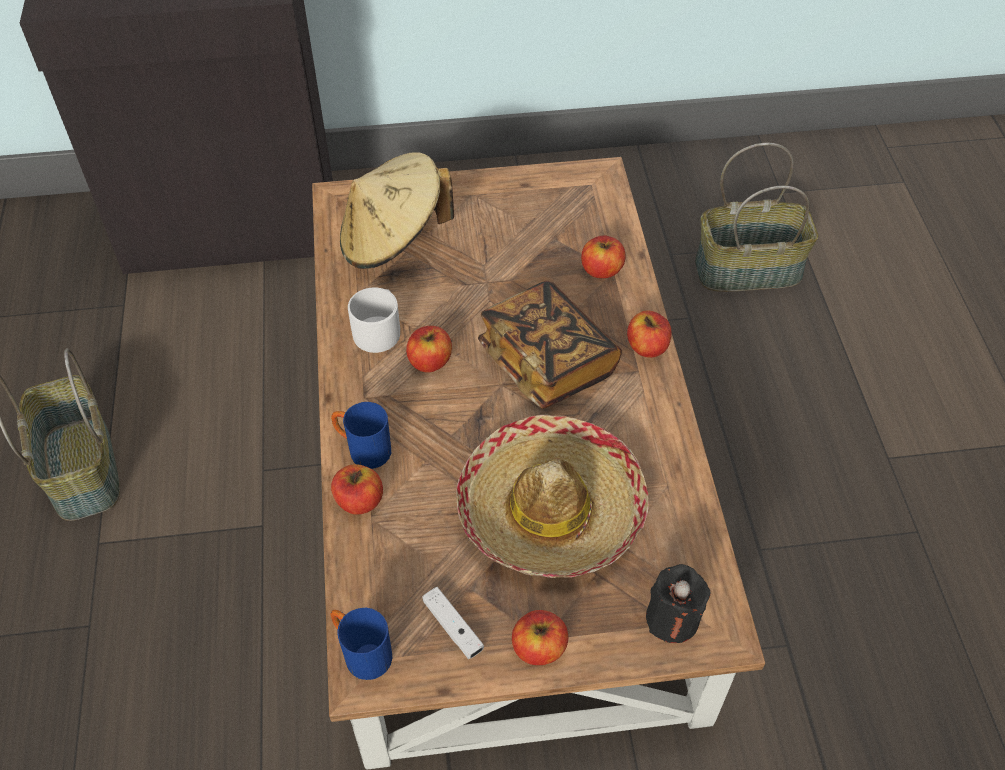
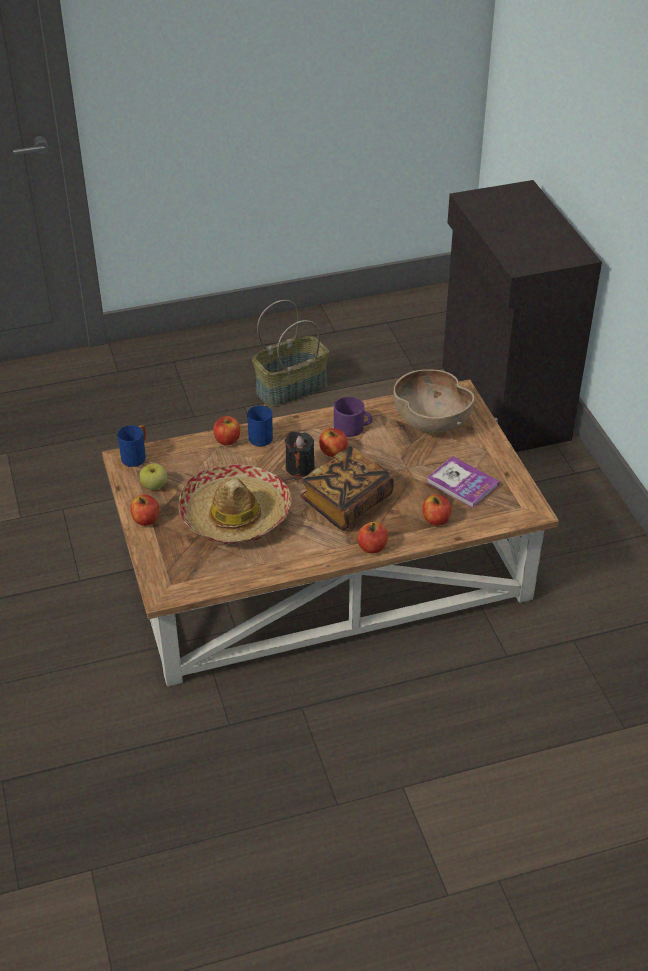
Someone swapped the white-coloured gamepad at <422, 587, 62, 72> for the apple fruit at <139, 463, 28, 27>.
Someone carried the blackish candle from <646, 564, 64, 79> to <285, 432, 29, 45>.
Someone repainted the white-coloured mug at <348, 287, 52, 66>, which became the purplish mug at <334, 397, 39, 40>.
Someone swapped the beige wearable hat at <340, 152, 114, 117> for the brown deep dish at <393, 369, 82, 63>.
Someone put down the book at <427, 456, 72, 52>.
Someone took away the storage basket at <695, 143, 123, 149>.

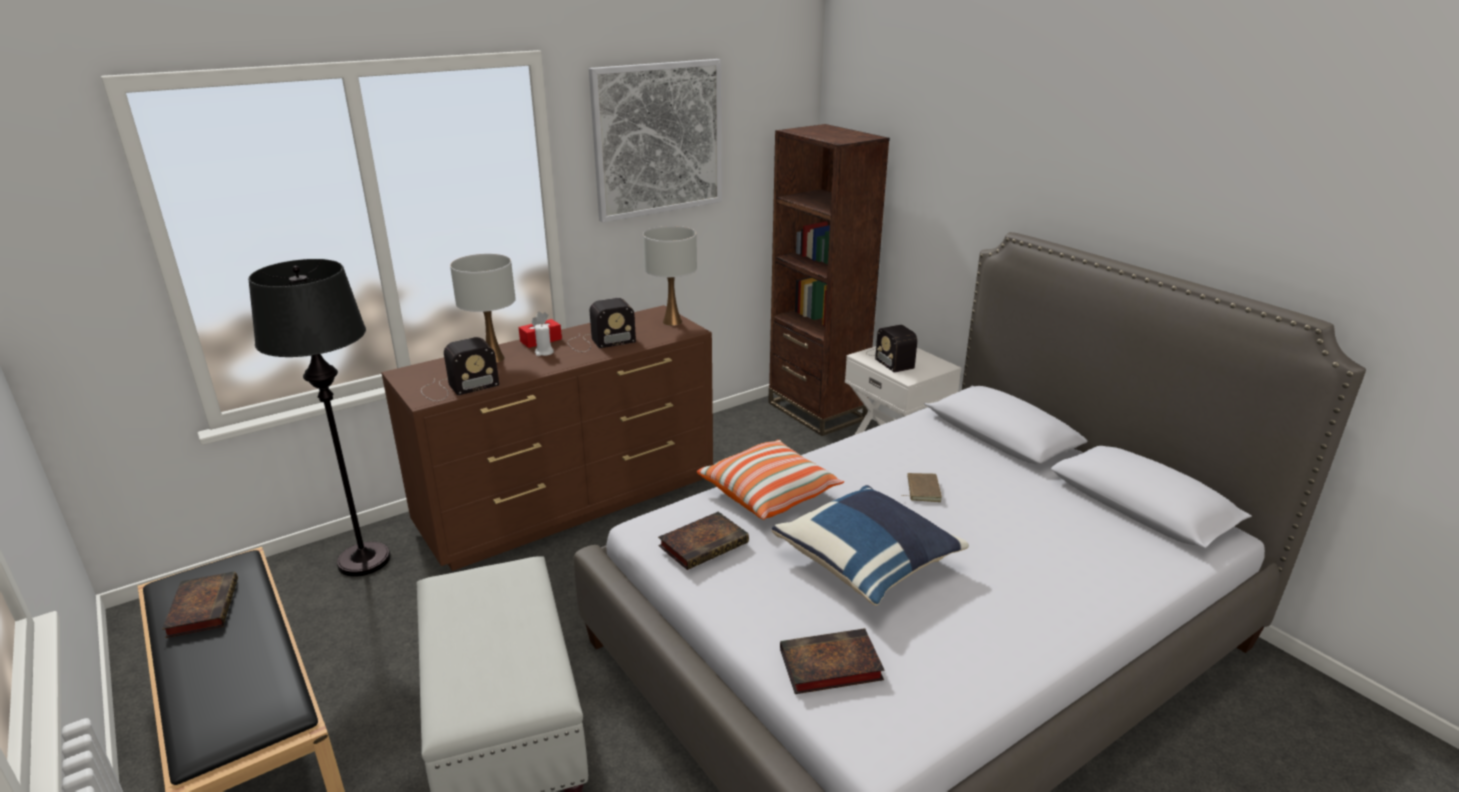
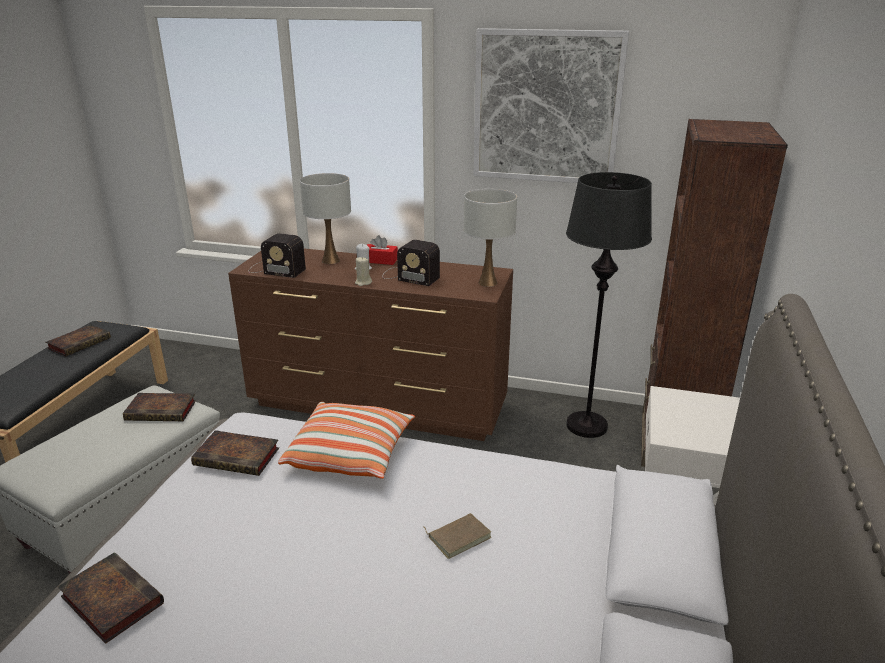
Someone put down the book at <123, 393, 73, 28>.
Someone put down the beige candle at <355, 257, 17, 29>.
Someone carried the blackish standing lamp from <248, 259, 143, 318> to <566, 172, 86, 266>.
Someone took away the bluish throw pillow at <772, 485, 197, 121>.
Someone took away the radio receiver at <866, 325, 51, 48>.

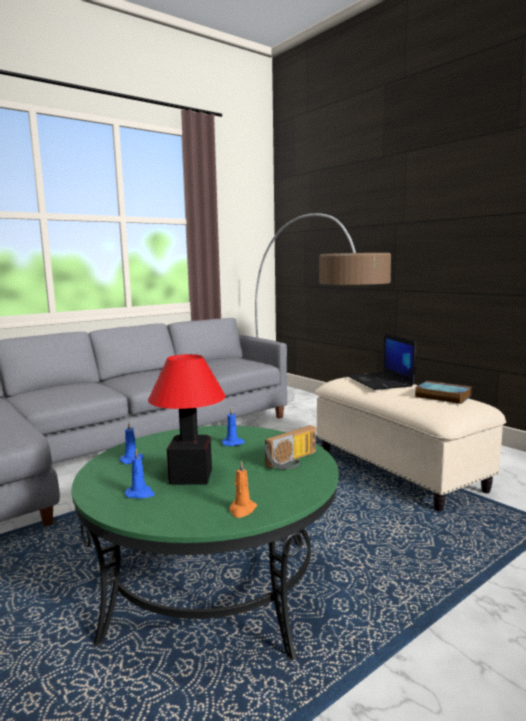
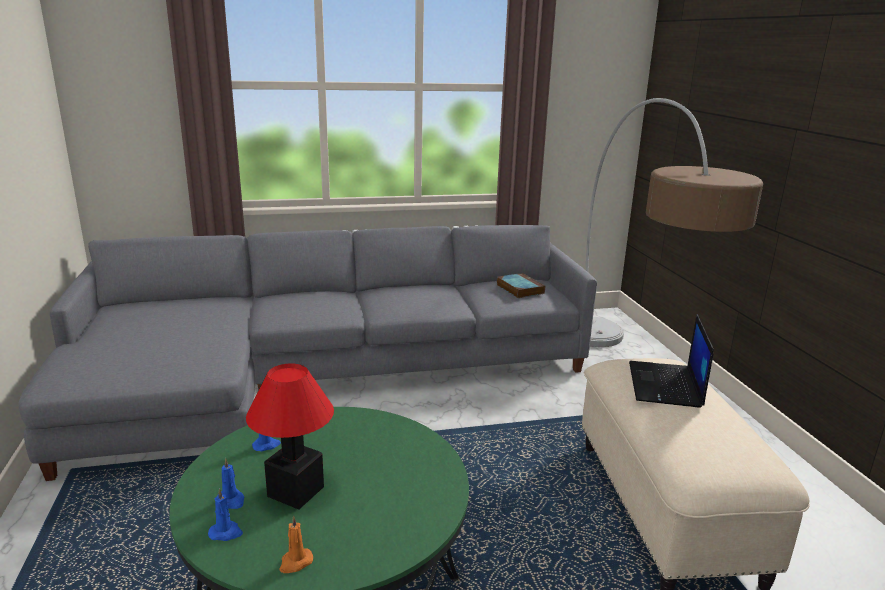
Someone carried the bluish candle from <221, 407, 24, 39> to <208, 488, 35, 53>.
Someone carried the book from <415, 381, 57, 23> to <497, 273, 48, 25>.
Someone took away the radio receiver at <265, 425, 51, 44>.

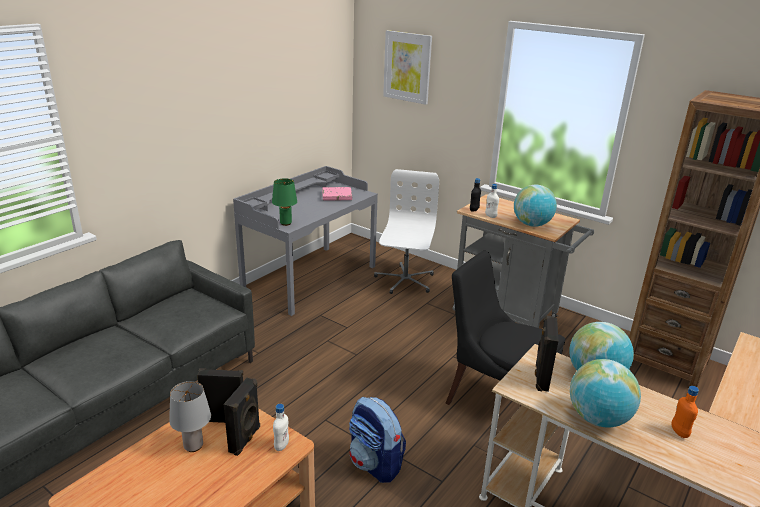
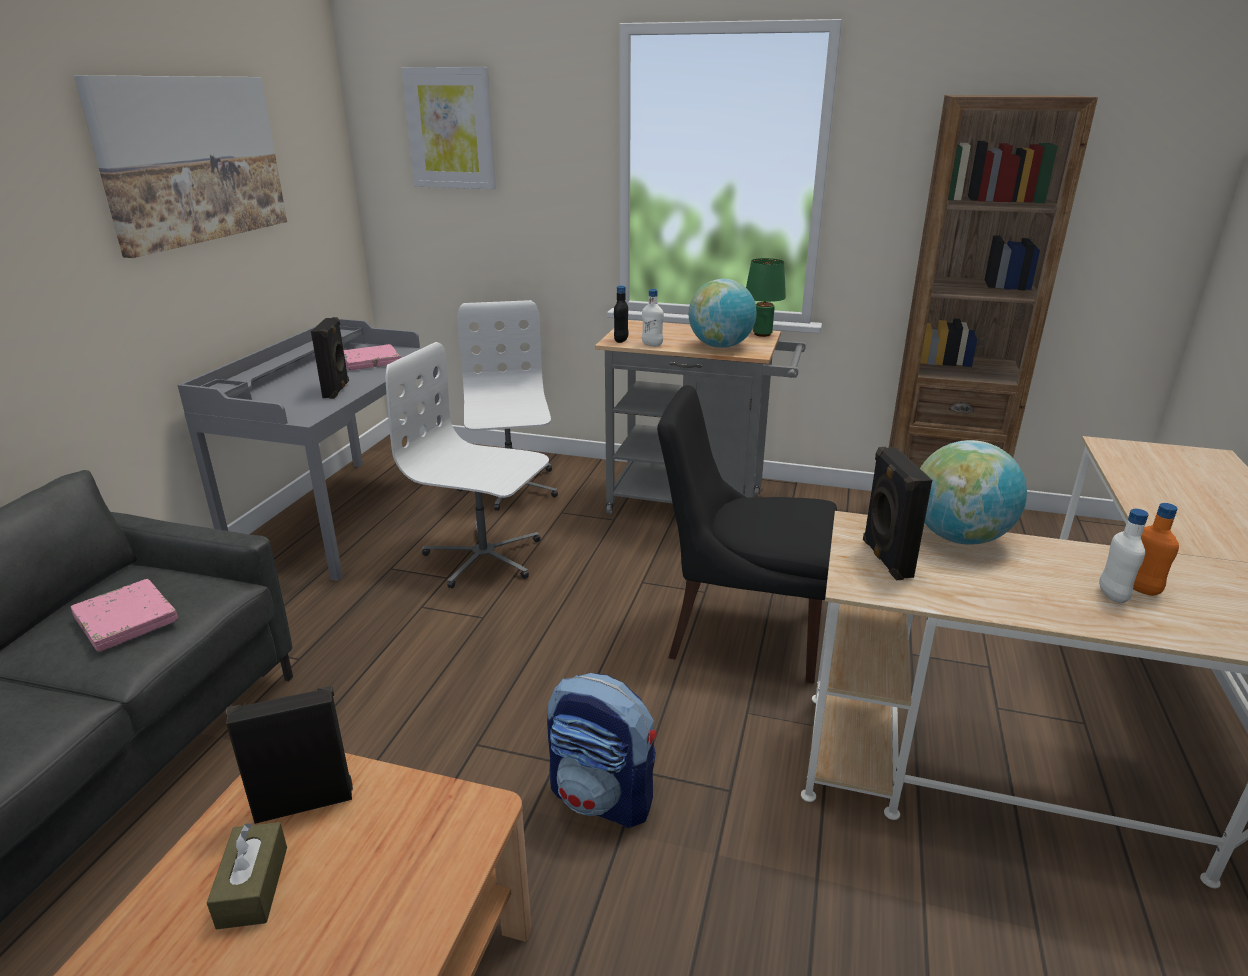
Someone put down the pink-coloured book at <70, 579, 108, 73>.
Someone put up the wall picture at <74, 75, 213, 183>.
Someone swapped the greyish table lamp at <169, 381, 42, 71> for the brown box of tissues at <207, 822, 80, 108>.
Someone carried the blackish audio speaker from <224, 378, 36, 78> to <311, 317, 38, 82>.
Someone put down the white-coloured office chair at <386, 342, 163, 246>.
Someone carried the green table lamp from <272, 178, 25, 48> to <746, 258, 40, 79>.
Someone carried the white-coloured bottle from <273, 404, 16, 47> to <1099, 509, 50, 94>.
Someone took away the desk globe at <570, 359, 71, 69>.

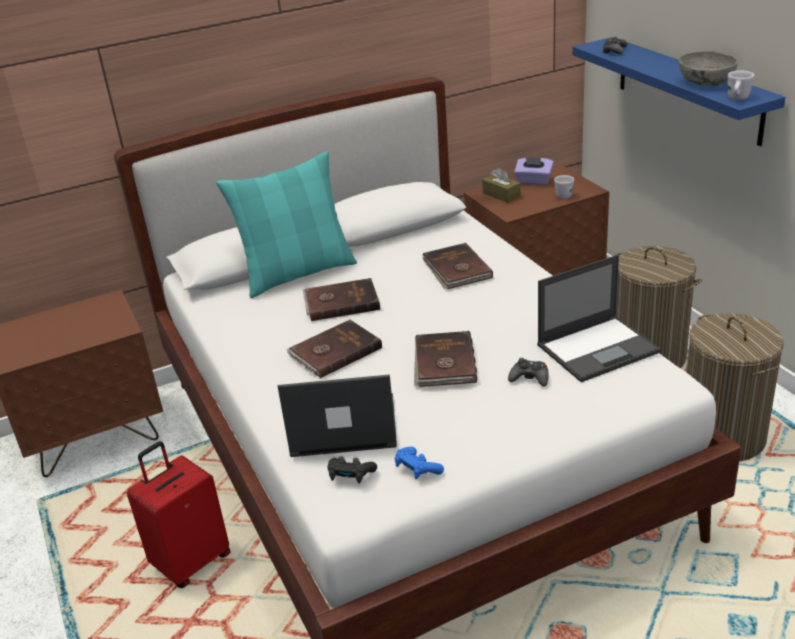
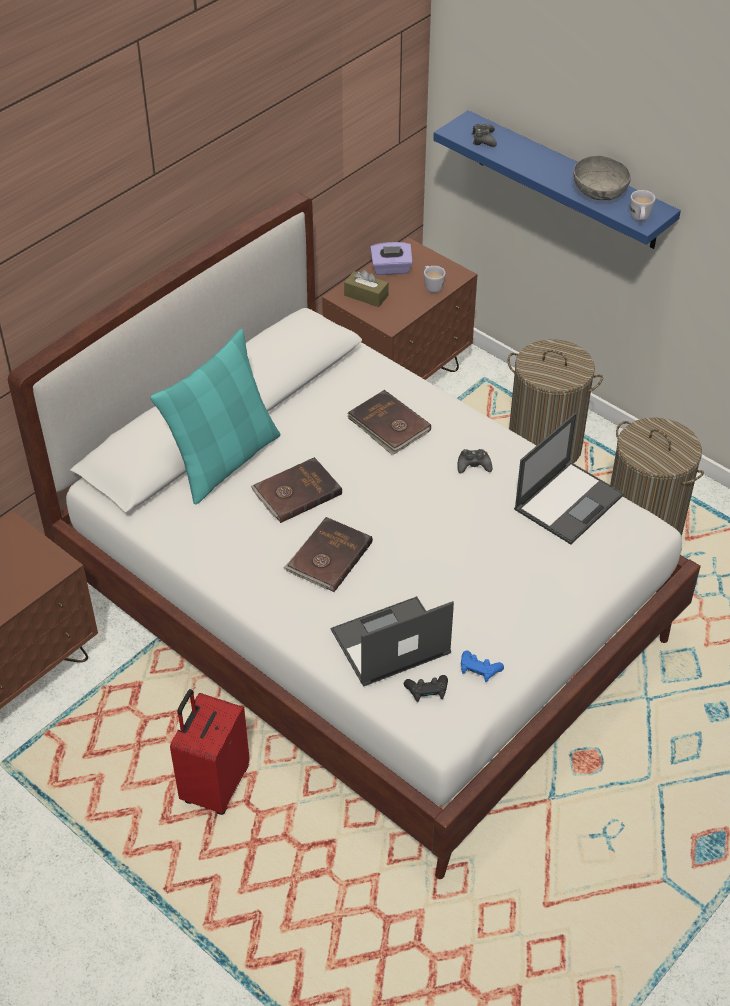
Someone carried the blackish gamepad from <508, 358, 41, 29> to <457, 449, 35, 24>.
Someone took away the brown book at <414, 331, 63, 56>.

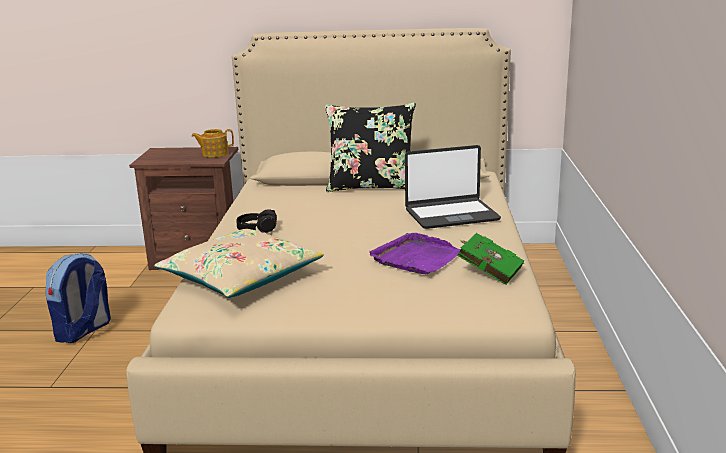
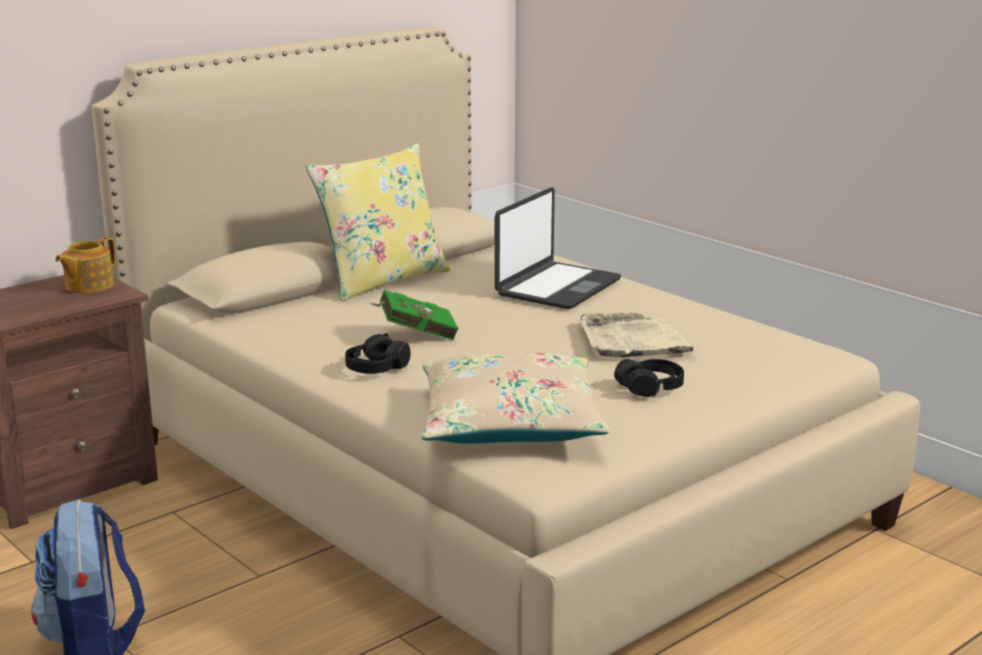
Someone repainted the blackish throw pillow at <325, 103, 91, 89>, which became the yellow throw pillow at <306, 144, 144, 157>.
Someone carried the green book from <457, 233, 67, 52> to <370, 290, 89, 51>.
Someone repainted the purplish serving tray at <369, 233, 91, 42>, which became the beige serving tray at <580, 312, 117, 45>.
Someone put down the blackish headset at <614, 359, 70, 38>.

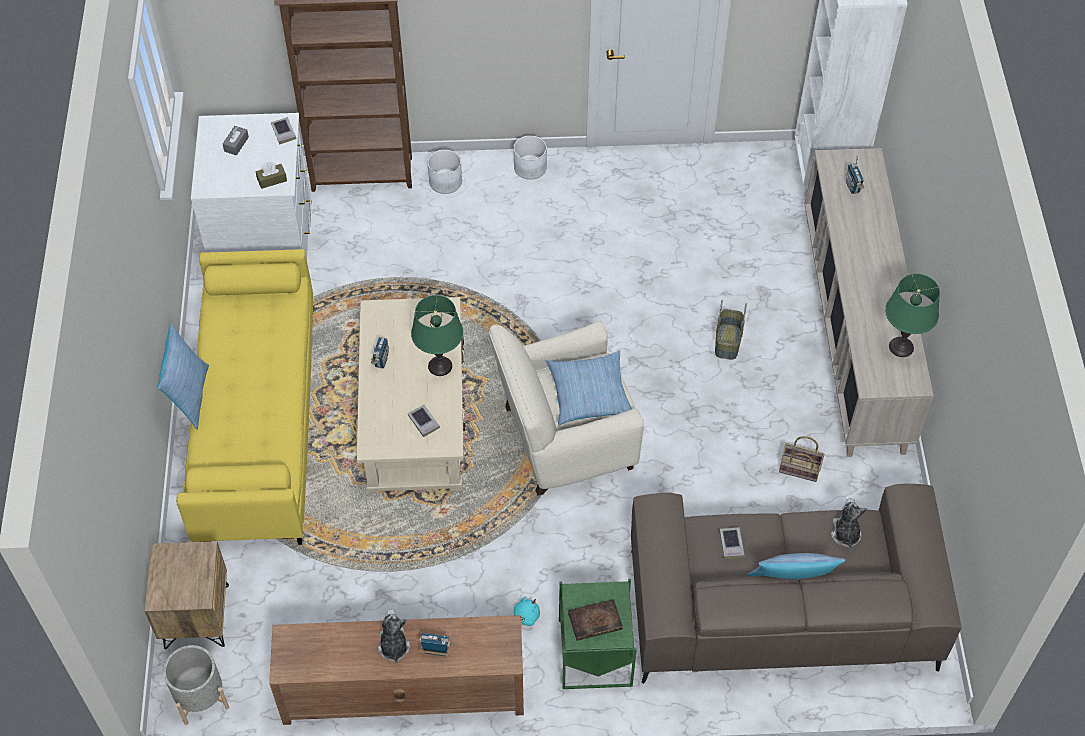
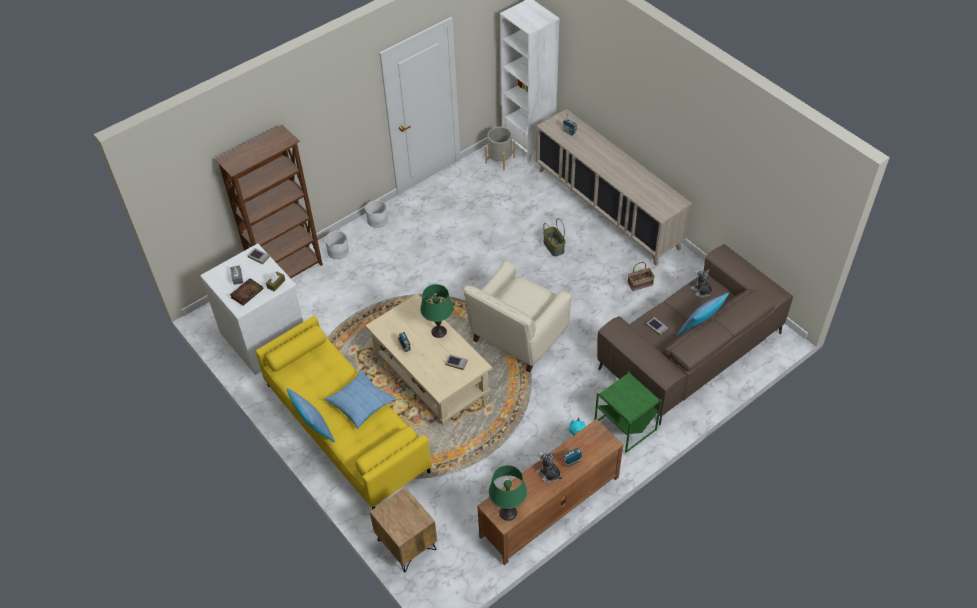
Someone carried the book from <568, 599, 55, 42> to <230, 278, 34, 28>.
Someone carried the throw pillow from <546, 351, 86, 74> to <324, 370, 71, 59>.
Someone carried the greyish plant pot from <163, 645, 66, 80> to <485, 127, 30, 44>.
Someone carried the green table lamp from <885, 274, 55, 83> to <489, 465, 38, 56>.

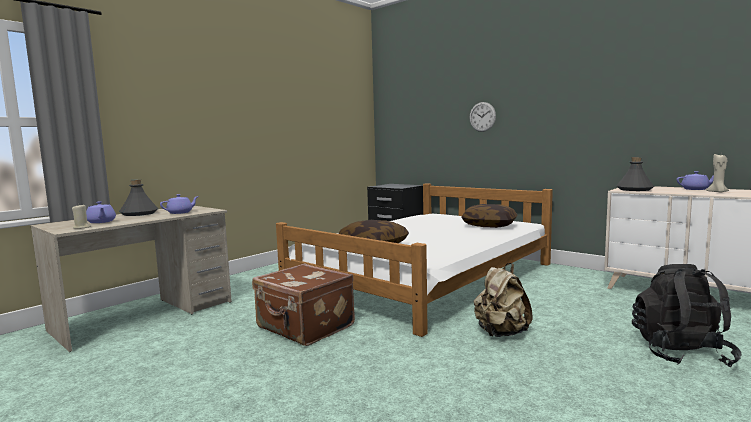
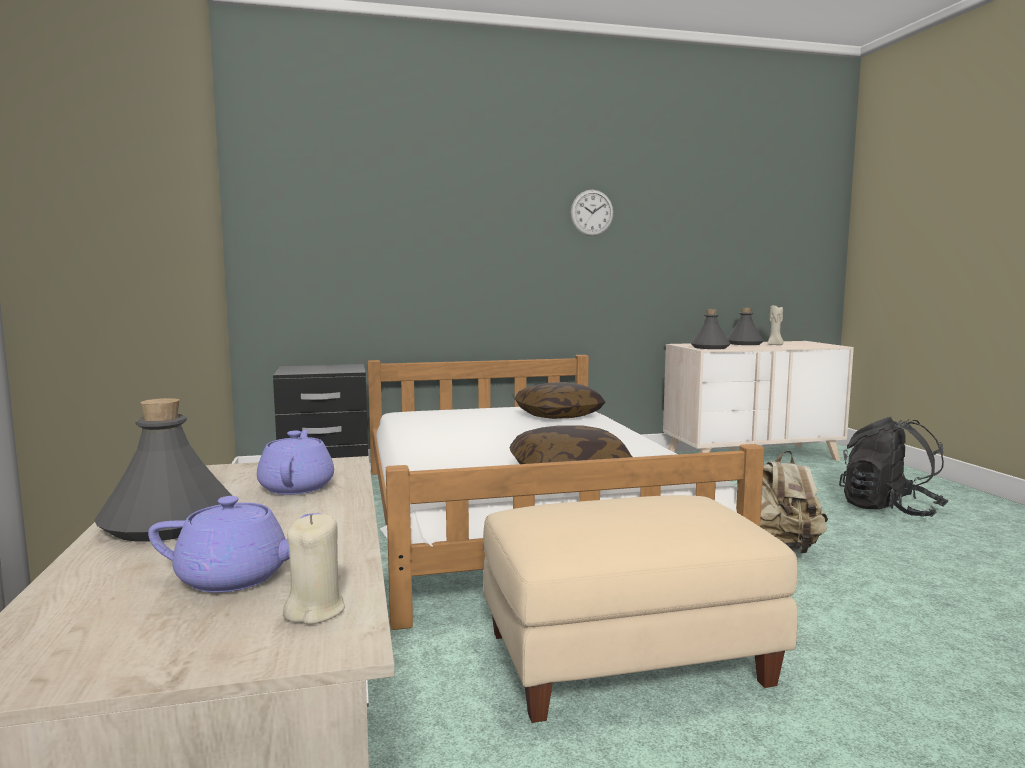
Someone swapped the brown travel case at <252, 264, 103, 82> for the beige ottoman at <483, 495, 315, 228>.
Someone carried the wall clock from <469, 102, 27, 30> to <571, 190, 43, 46>.
Someone swapped the purplish teapot at <677, 171, 37, 19> for the greyish bottle at <727, 308, 37, 37>.

